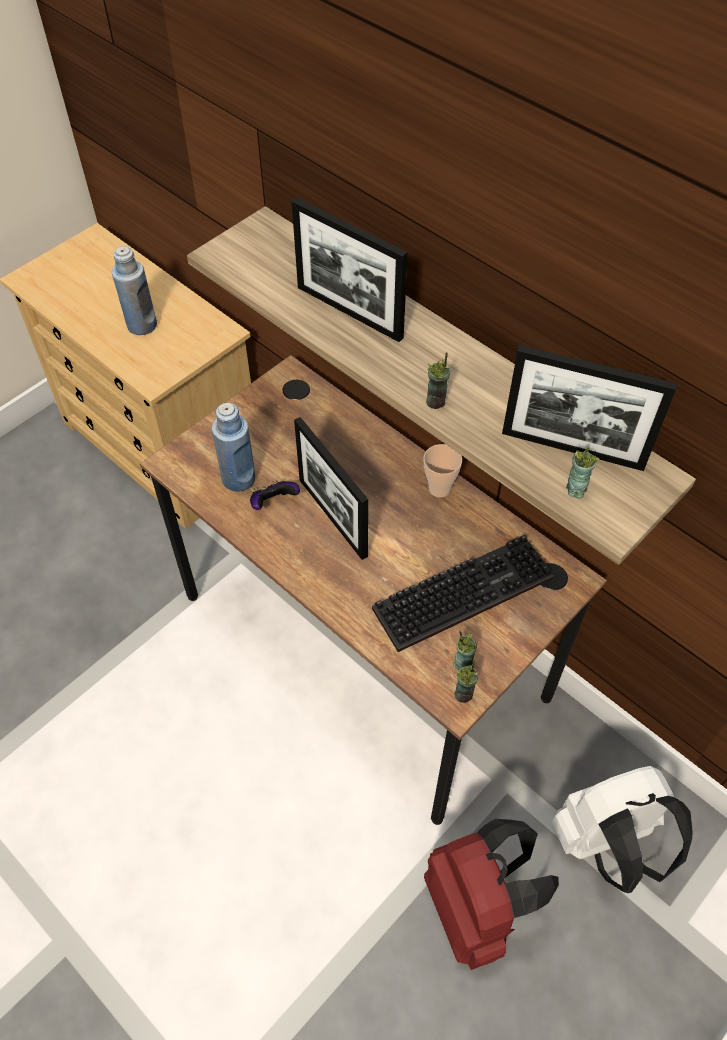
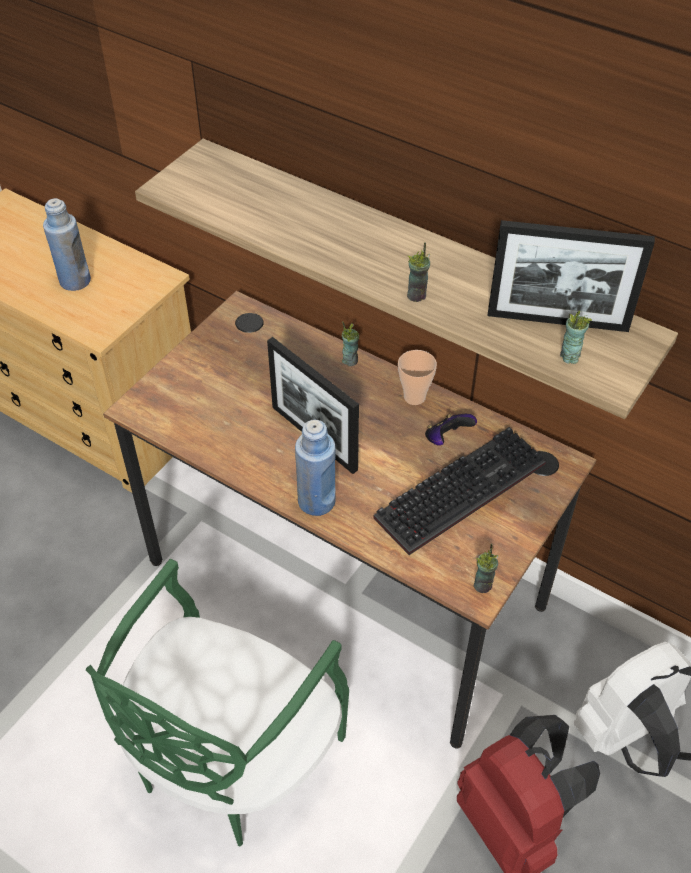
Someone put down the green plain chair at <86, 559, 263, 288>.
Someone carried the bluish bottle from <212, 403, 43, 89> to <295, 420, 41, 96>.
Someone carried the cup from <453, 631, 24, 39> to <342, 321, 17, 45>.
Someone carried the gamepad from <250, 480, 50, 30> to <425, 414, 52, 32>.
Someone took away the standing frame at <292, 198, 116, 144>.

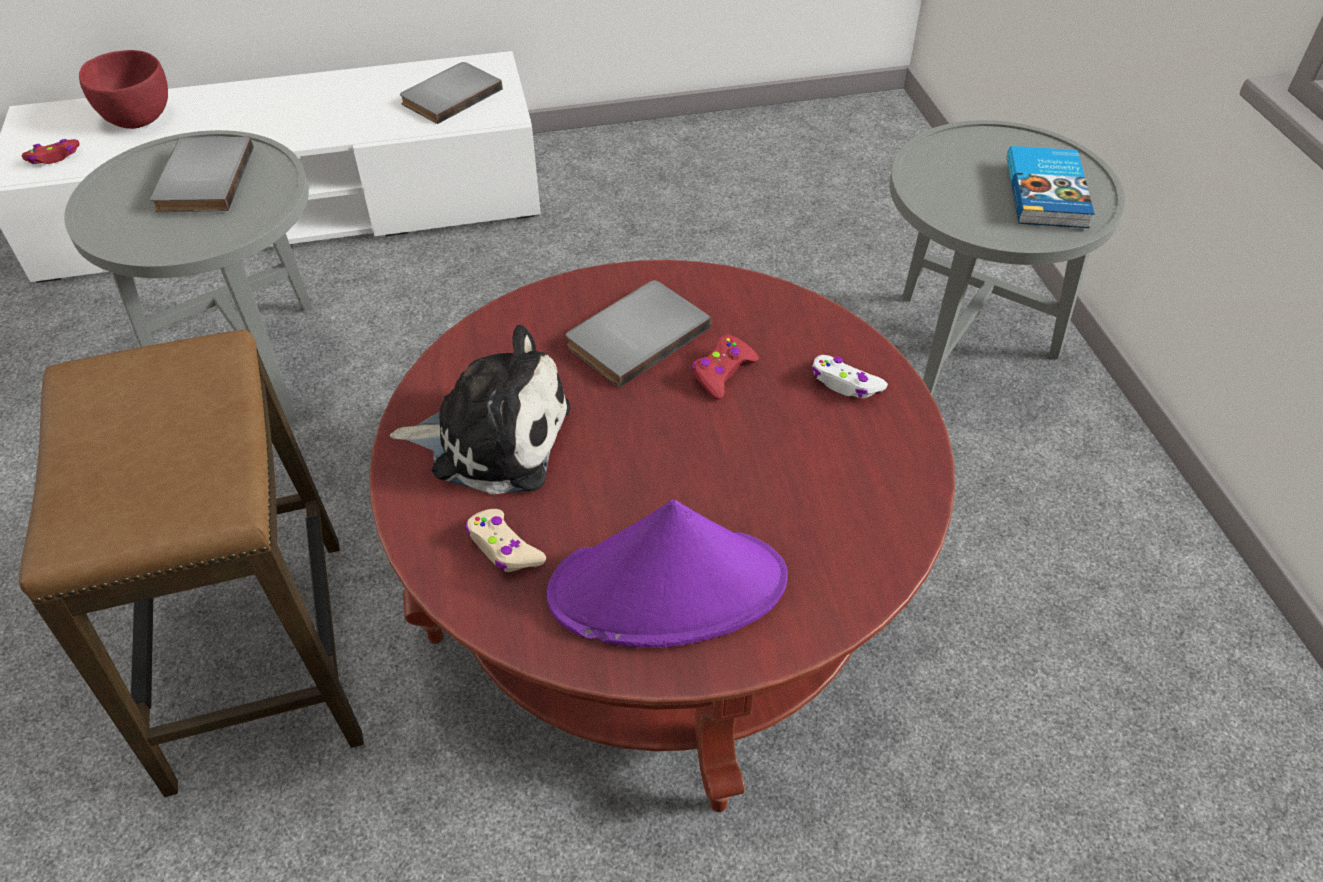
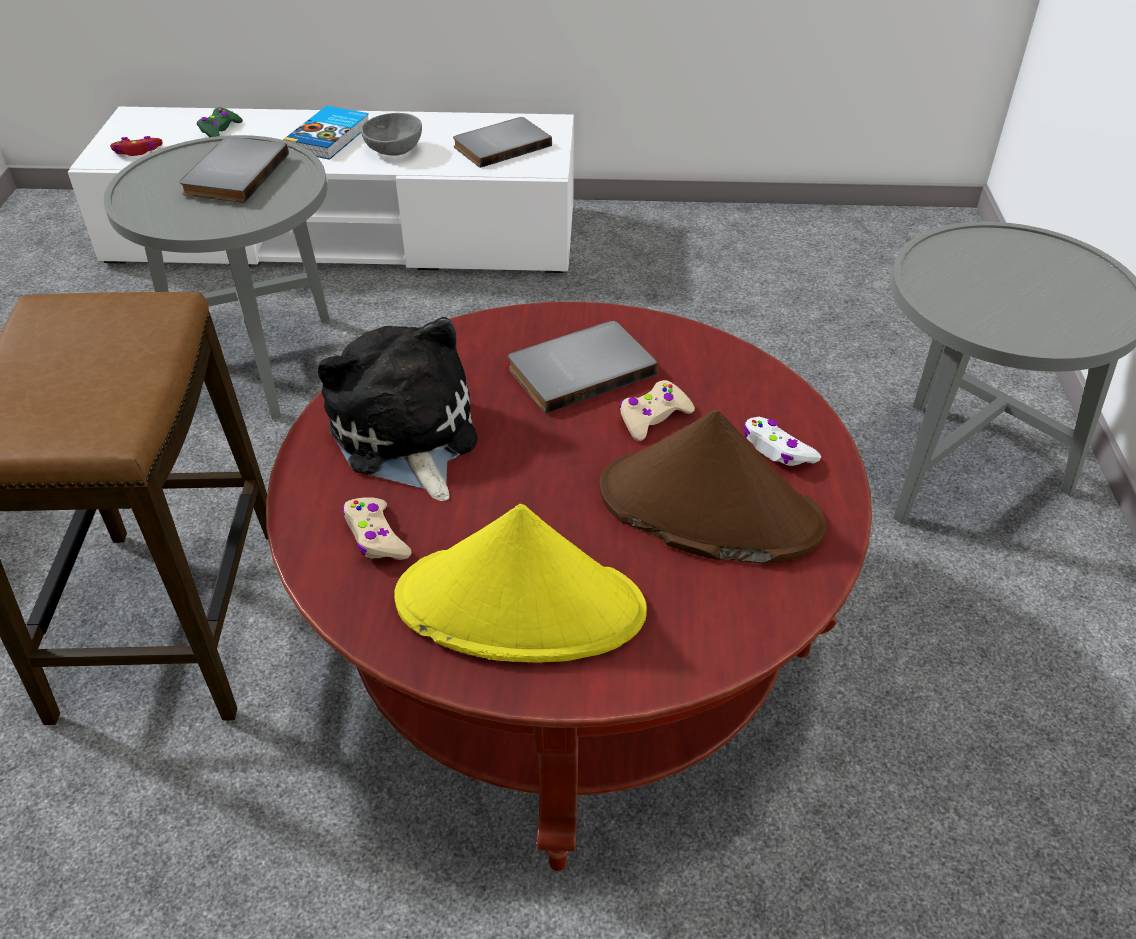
Someone swapped the reddish deep dish at <79, 50, 89, 79> for the green gamepad at <197, 107, 46, 30>.
Someone carried the book from <1007, 146, 88, 82> to <283, 106, 86, 54>.
Someone rotated the cuddly toy at <390, 325, 181, 169> by 135 degrees counterclockwise.
Someone put down the greyish deep dish at <361, 113, 61, 43>.
Someone repainted the purplish wearable hat at <547, 500, 241, 148>, which became the yellow wearable hat at <394, 504, 253, 158>.
Someone put down the brown wearable hat at <599, 410, 228, 154>.
Someone repainted the reddish gamepad at <692, 335, 67, 65>, which became the beige gamepad at <619, 380, 76, 61>.

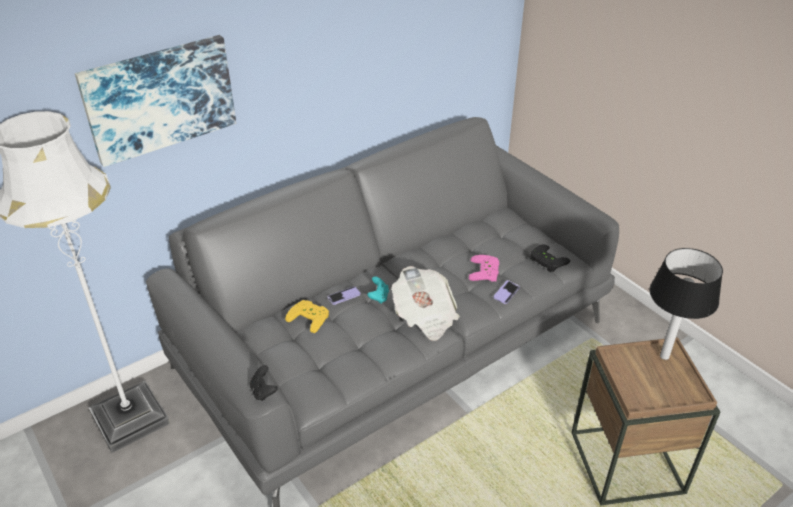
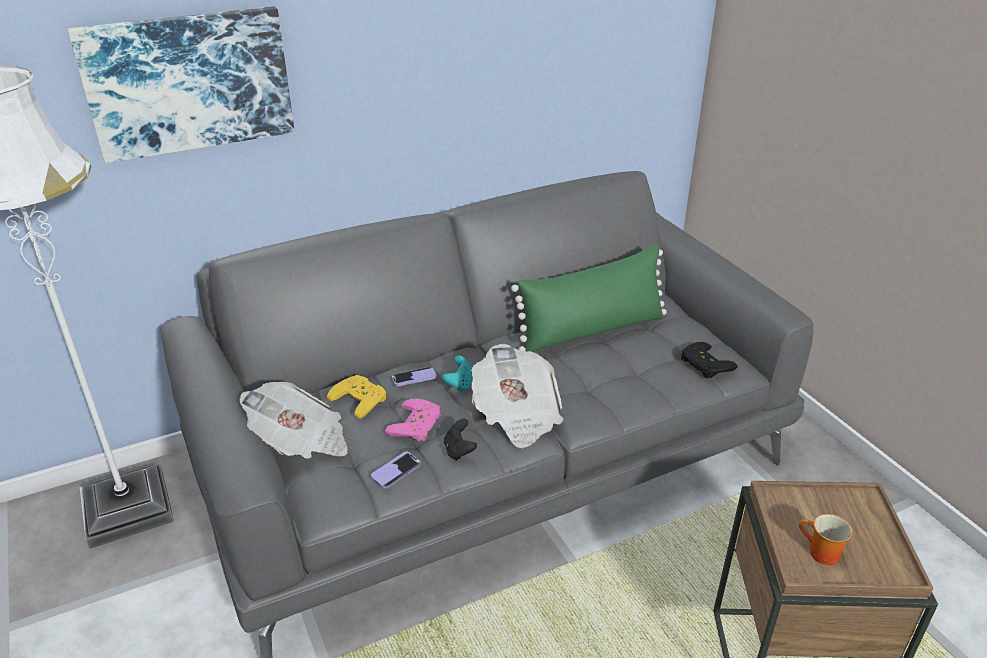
Someone put down the printed paper at <239, 382, 109, 77>.
Someone carried the telephone from <493, 280, 27, 24> to <371, 451, 50, 38>.
Someone carried the pink-coloured gamepad from <469, 255, 30, 27> to <385, 399, 56, 42>.
Someone carried the blackish gamepad from <250, 365, 28, 36> to <444, 419, 33, 42>.
Someone put down the green throw pillow at <511, 244, 156, 108>.
Someone put down the mug at <799, 514, 53, 51>.
Someone took away the table lamp at <650, 248, 73, 112>.

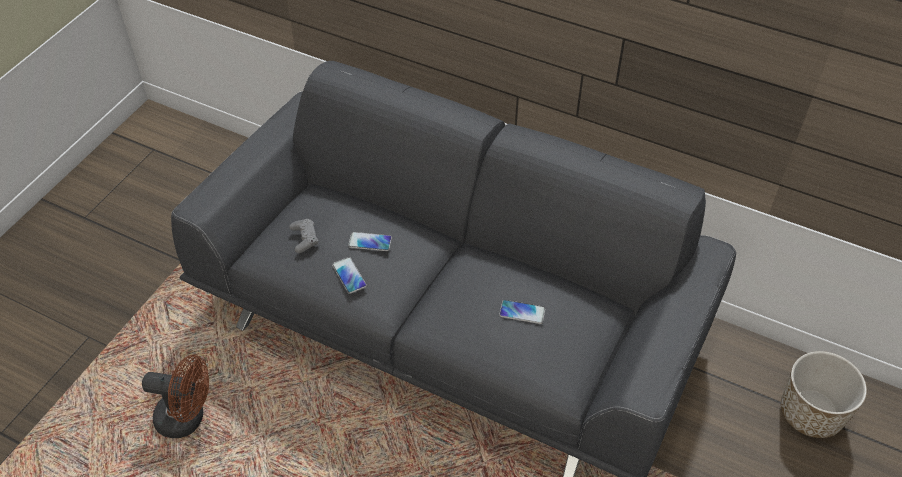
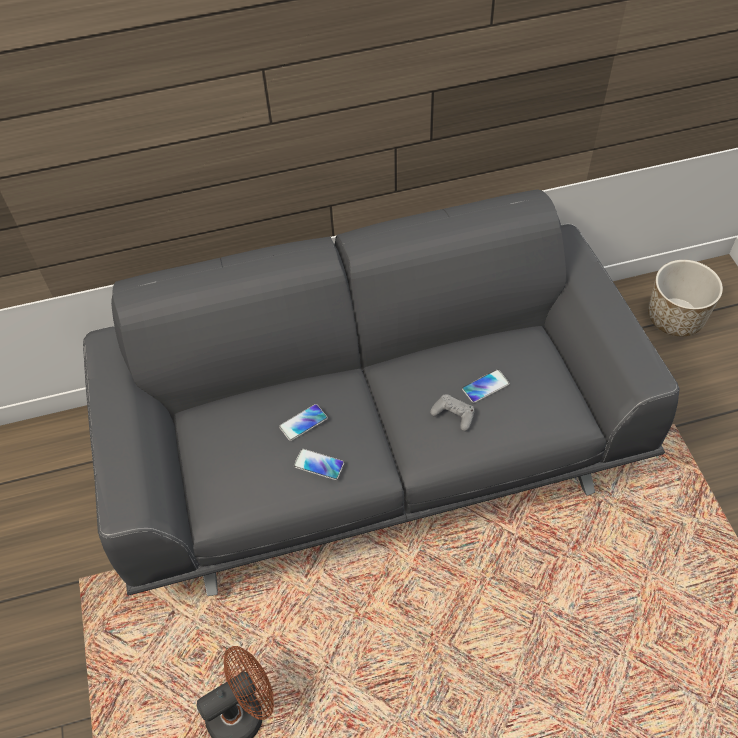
Someone carried the greyish gamepad from <289, 219, 29, 34> to <430, 394, 45, 37>.

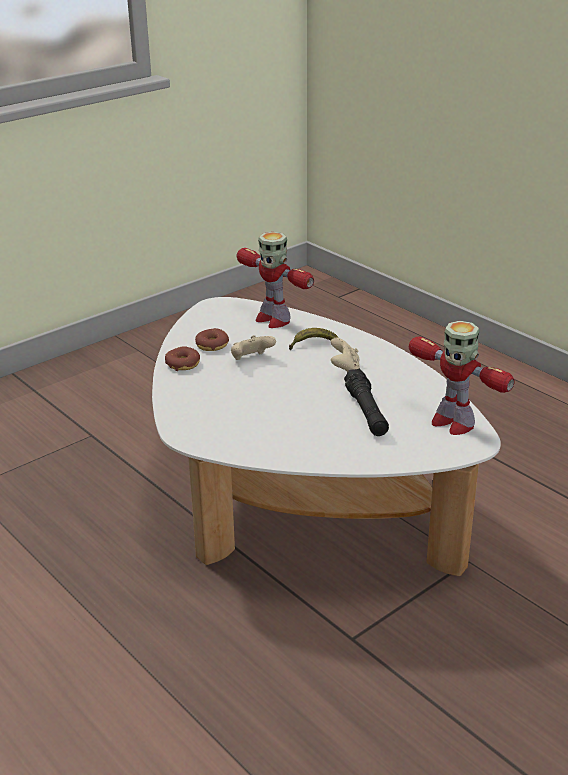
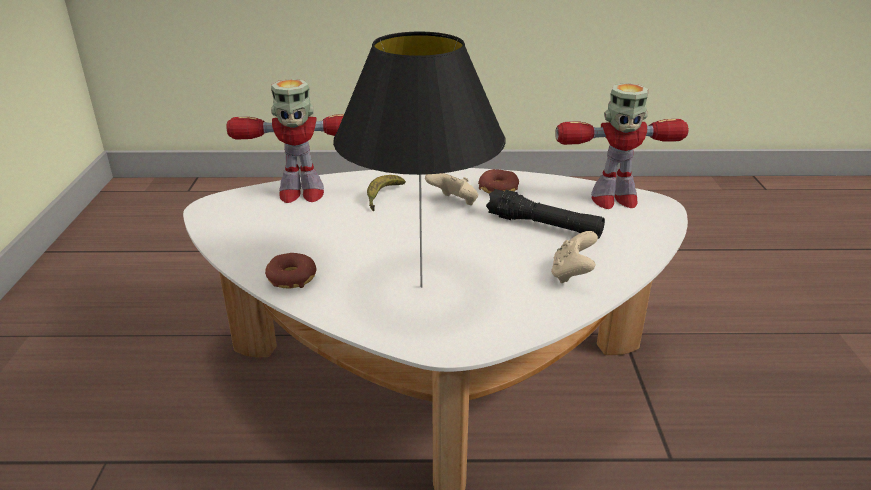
Someone put down the blackish table lamp at <333, 32, 172, 255>.
Someone carried the ring doughnut from <195, 328, 34, 23> to <478, 169, 41, 24>.
Someone carried the beige gamepad from <231, 335, 45, 25> to <551, 231, 47, 52>.

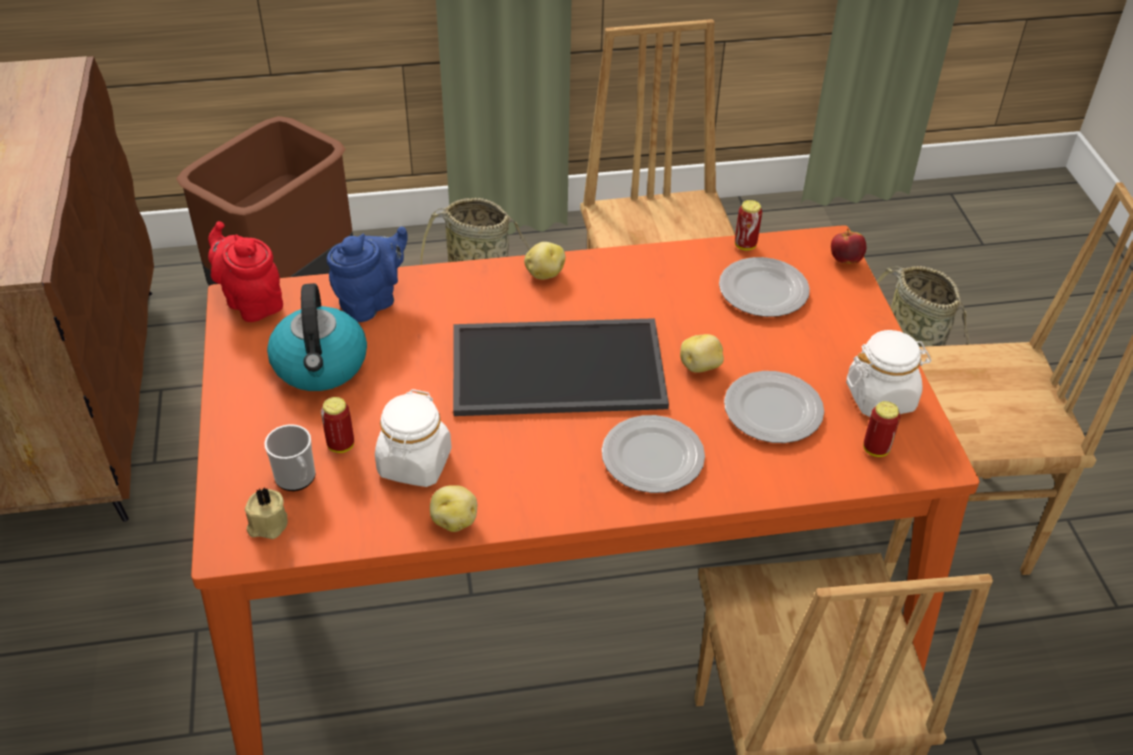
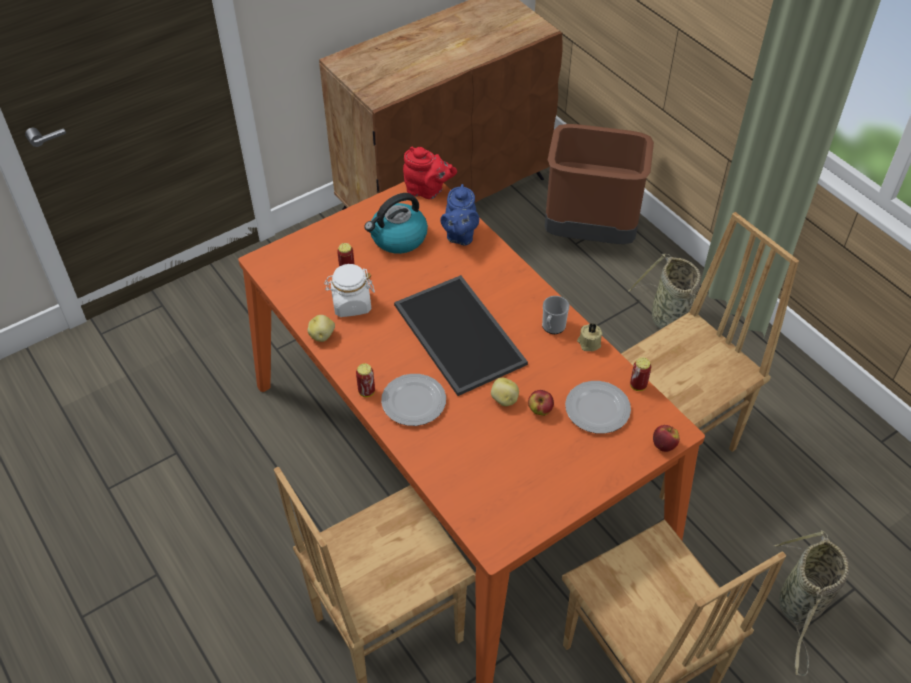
Someone carried the can from <863, 401, 37, 56> to <356, 363, 19, 34>.
Someone rotated the reddish teapot at <208, 221, 75, 101> by 90 degrees clockwise.
Someone rotated the bluish teapot at <327, 227, 81, 95> by 75 degrees clockwise.
Someone put down the apple fruit at <528, 390, 26, 26>.
Someone carried the mug from <264, 425, 52, 66> to <542, 296, 27, 38>.
Someone carried the beige candle from <245, 487, 43, 52> to <577, 323, 25, 28>.
Someone took away the spud at <524, 242, 42, 38>.
Someone took away the dinner plate at <724, 371, 100, 72>.
Someone took away the white-coloured jar at <846, 330, 86, 87>.

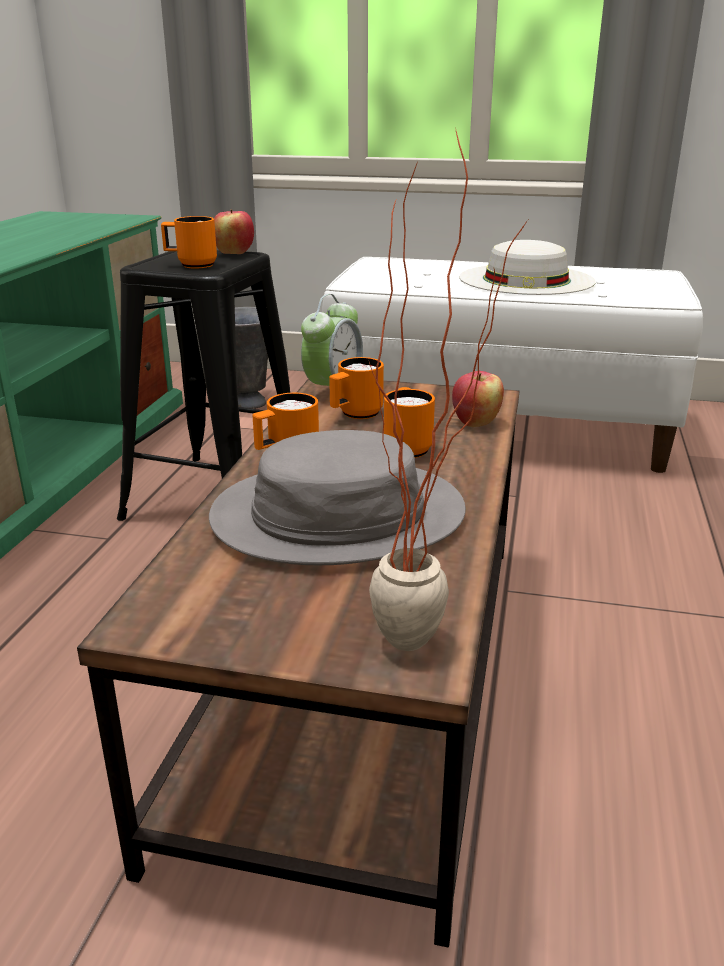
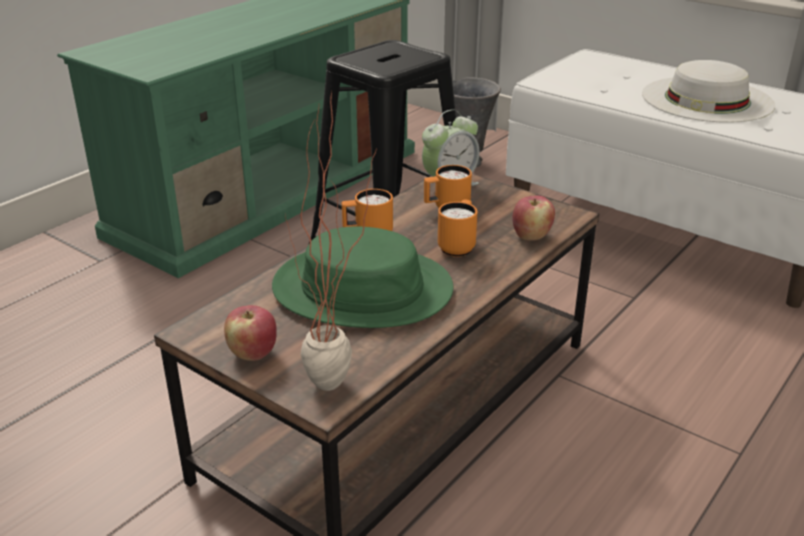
Someone carried the apple fruit from <214, 209, 40, 45> to <224, 305, 53, 56>.
Someone repainted the greyish wearable hat at <209, 430, 257, 135>, which became the green wearable hat at <272, 226, 181, 102>.
Someone took away the orangey mug at <161, 216, 56, 52>.

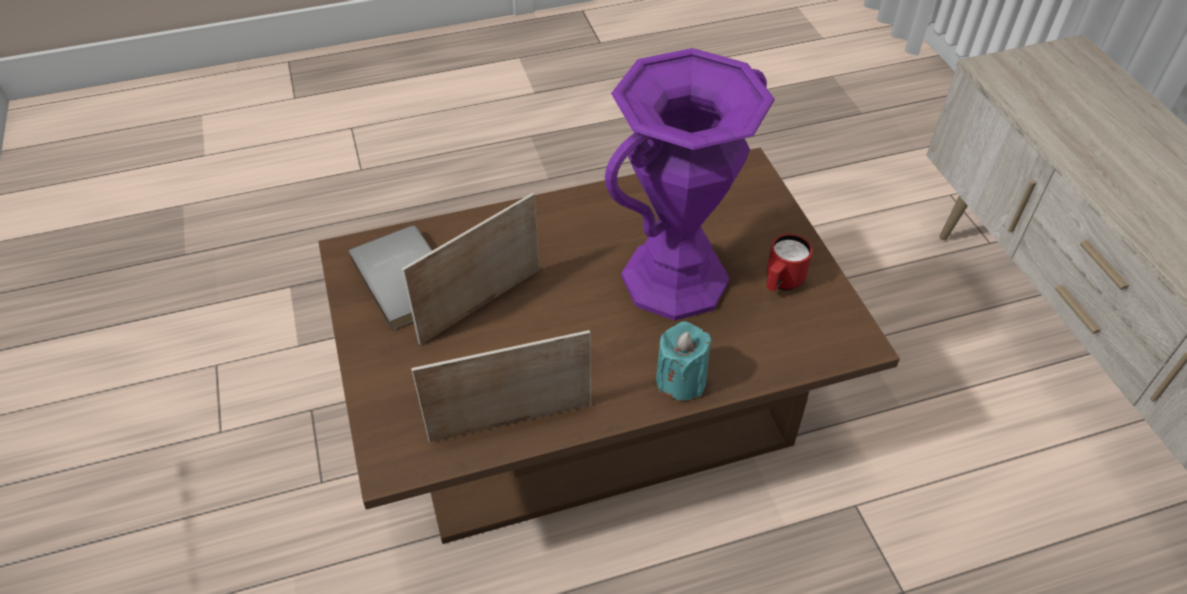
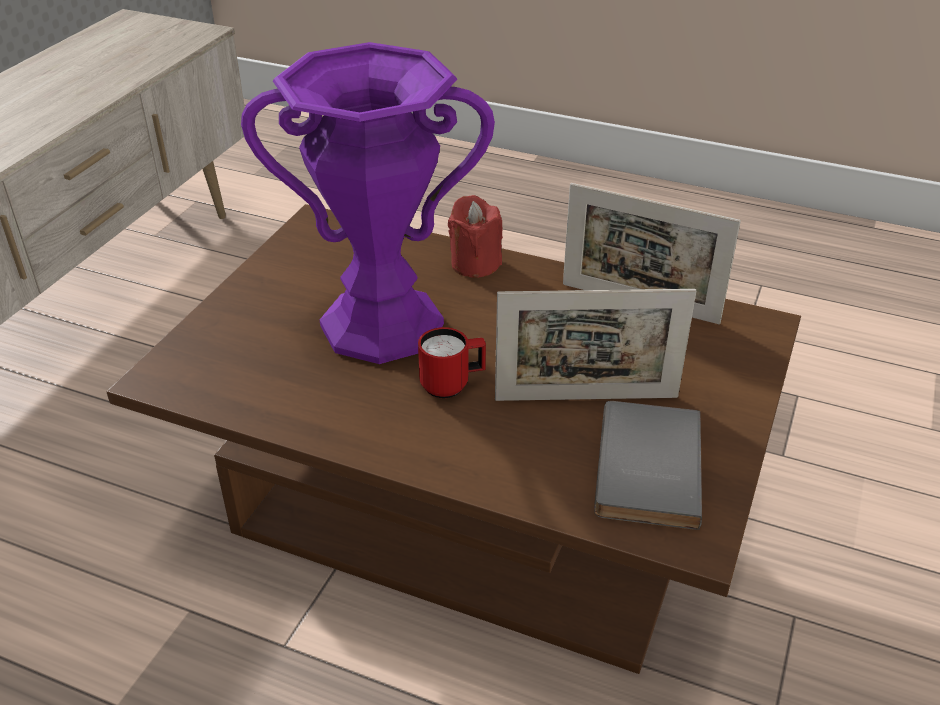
Someone carried the reddish mug from <766, 234, 46, 57> to <418, 327, 68, 71>.
Someone repainted the turquoise candle at <656, 321, 56, 80>, which became the reddish candle at <448, 195, 55, 83>.

